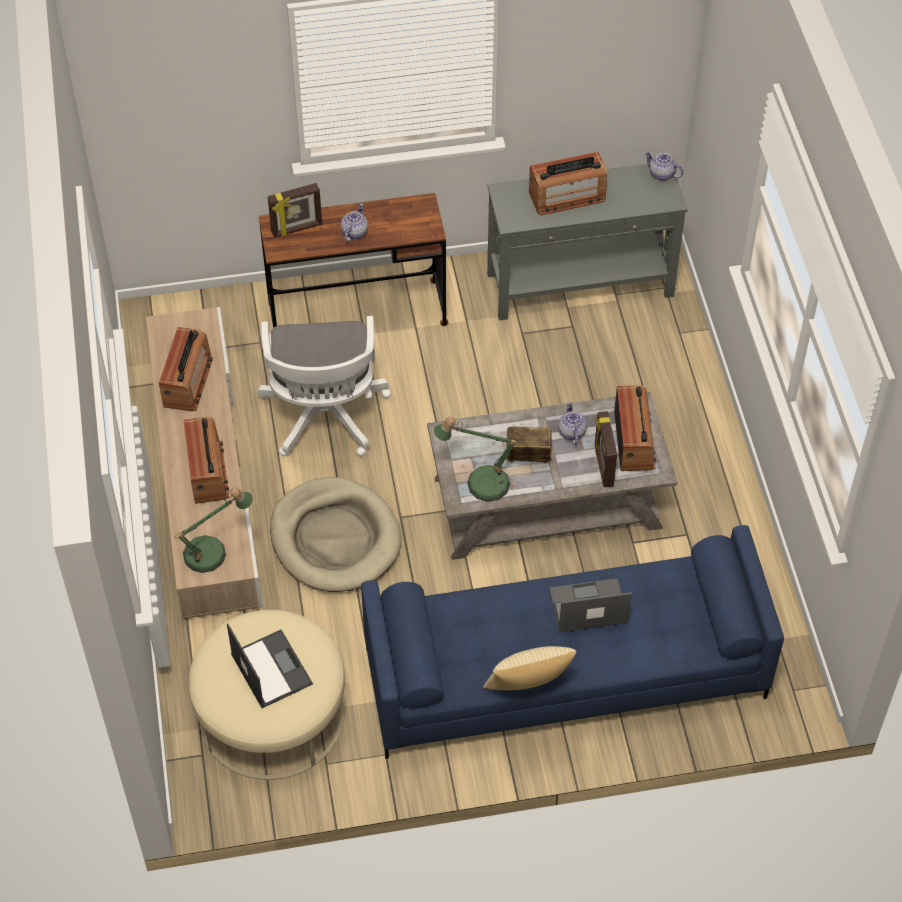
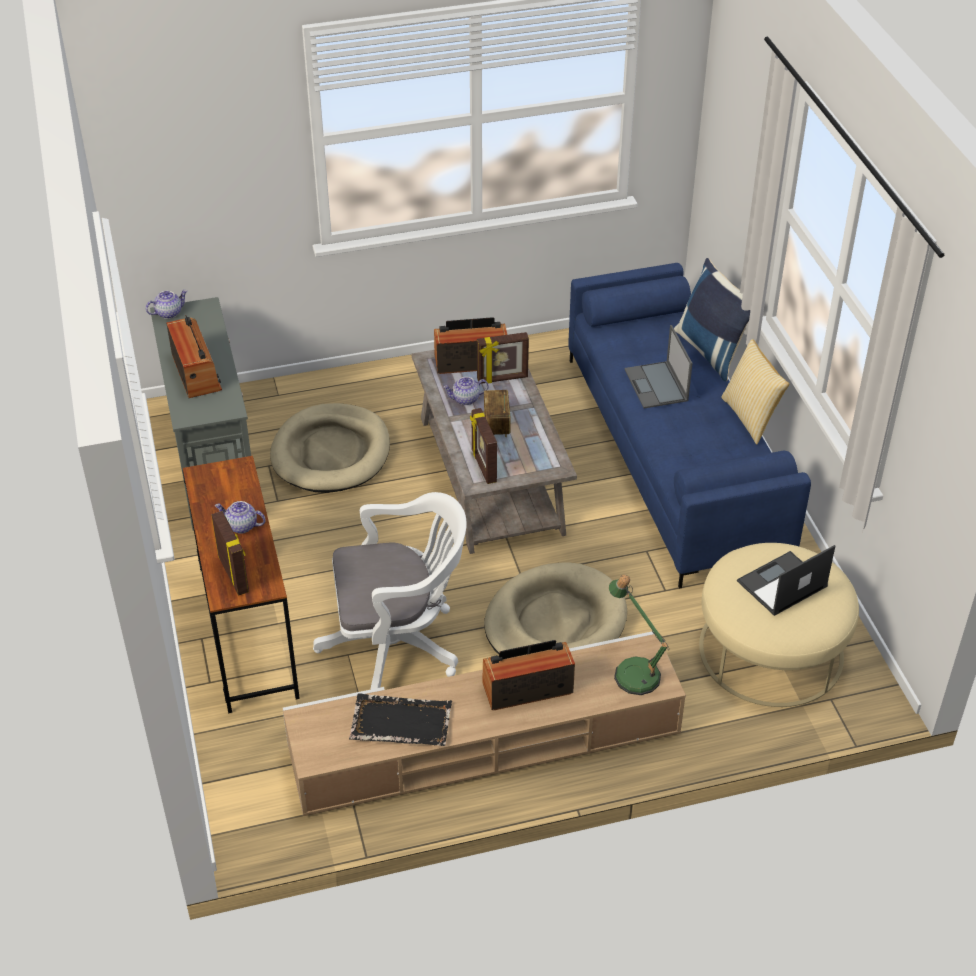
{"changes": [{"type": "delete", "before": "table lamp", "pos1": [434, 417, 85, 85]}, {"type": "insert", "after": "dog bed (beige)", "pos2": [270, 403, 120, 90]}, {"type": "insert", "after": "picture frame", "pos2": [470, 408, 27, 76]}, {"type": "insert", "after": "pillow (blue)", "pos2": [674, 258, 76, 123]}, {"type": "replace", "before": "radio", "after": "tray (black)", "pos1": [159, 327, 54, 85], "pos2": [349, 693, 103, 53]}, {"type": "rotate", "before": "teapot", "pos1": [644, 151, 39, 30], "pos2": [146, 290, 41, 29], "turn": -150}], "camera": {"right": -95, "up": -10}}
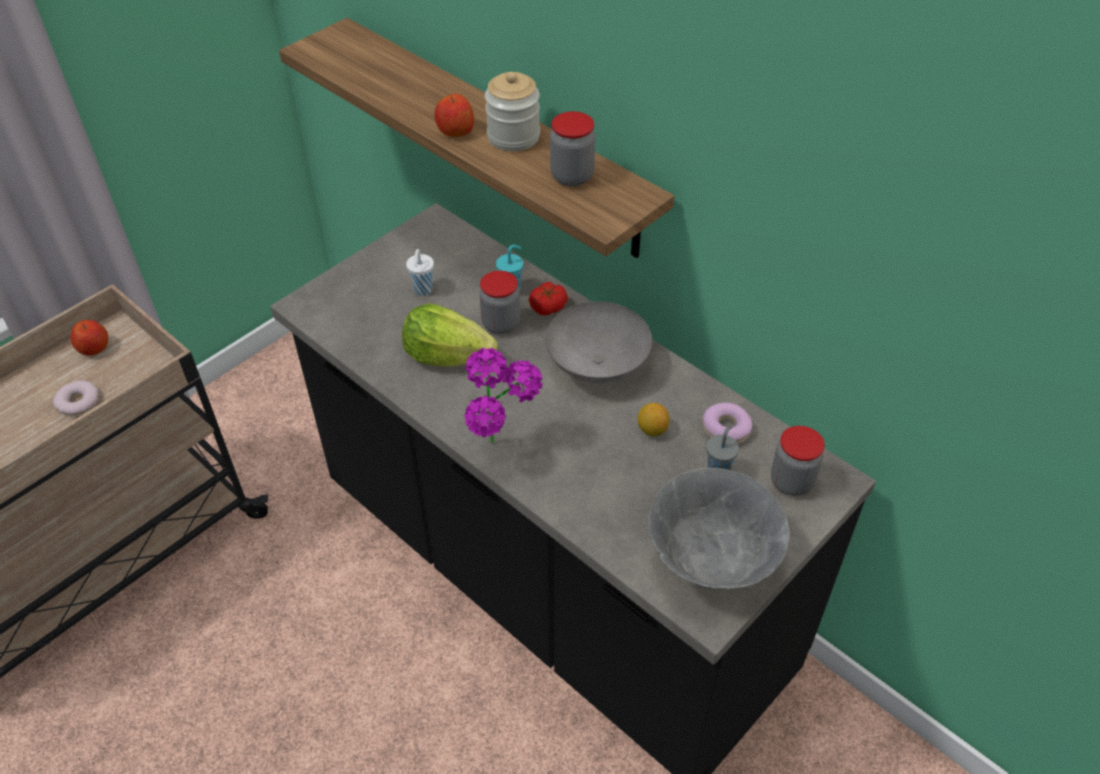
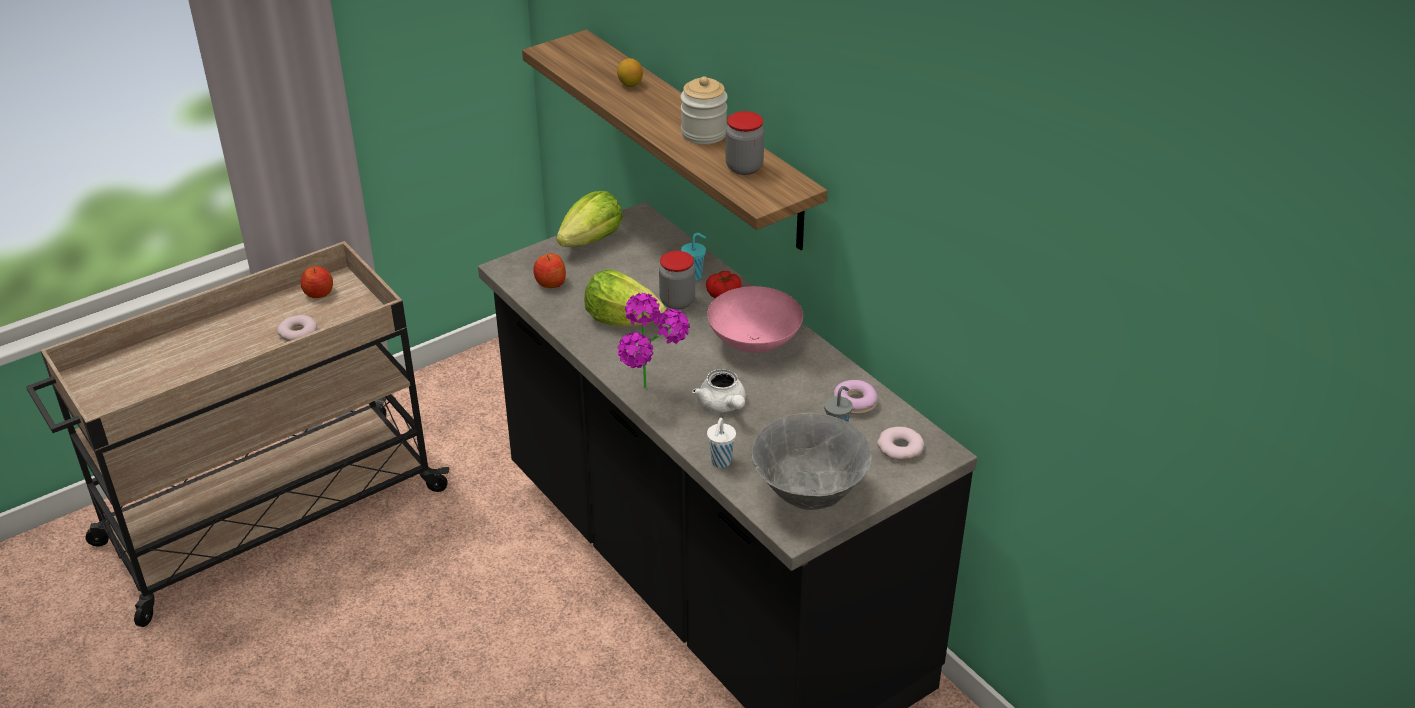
{"changes": [{"type": "insert", "after": "lettuce", "pos2": [556, 191, 67, 56]}, {"type": "insert", "after": "teapot (white)", "pos2": [692, 369, 54, 43]}, {"type": "move", "before": "cup (white)", "pos1": [406, 249, 28, 47], "pos2": [707, 418, 29, 50]}, {"type": "move", "before": "apple", "pos1": [434, 94, 40, 43], "pos2": [533, 253, 33, 35]}, {"type": "move", "before": "lemon", "pos1": [638, 403, 31, 34], "pos2": [617, 58, 26, 29]}, {"type": "replace", "before": "jar", "after": "donut", "pos1": [771, 426, 54, 70], "pos2": [877, 427, 47, 33]}, {"type": "recolor", "before": "bowl (grey)", "after": "bowl (pink)", "pos1": [546, 301, 106, 82], "pos2": [707, 286, 96, 67]}], "camera": {"right": 10, "up": -10}}
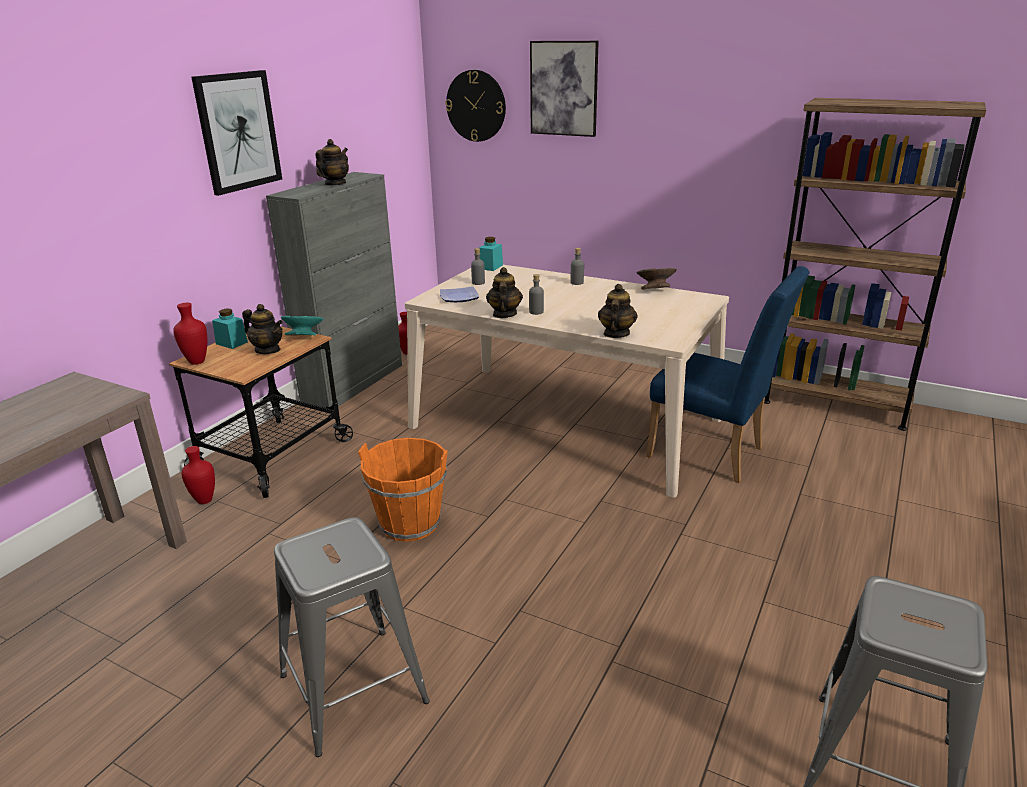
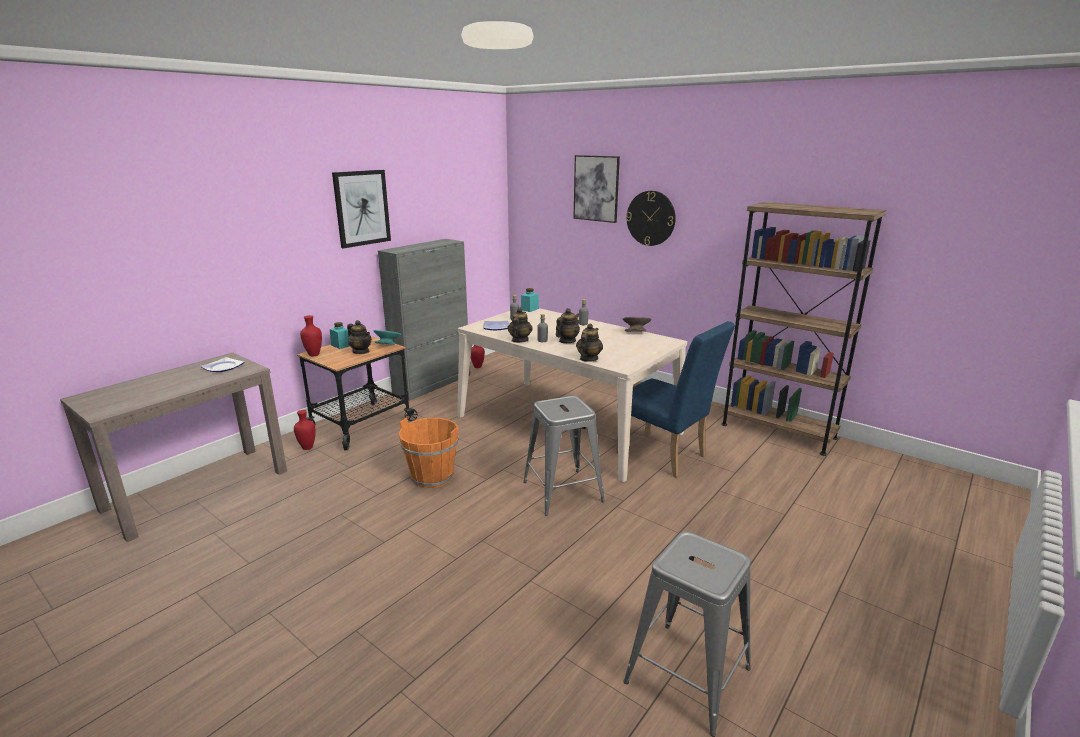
{"changes": [{"type": "insert", "after": "plate", "pos2": [200, 357, 44, 15]}, {"type": "move", "before": "stool (grey)", "pos1": [274, 517, 155, 240], "pos2": [523, 396, 82, 120]}, {"type": "move", "before": "teapot", "pos1": [315, 139, 34, 47], "pos2": [556, 308, 24, 35]}, {"type": "move", "before": "wall clock", "pos1": [445, 70, 61, 72], "pos2": [626, 191, 50, 55]}], "camera": {"right": 10, "up": -5}}
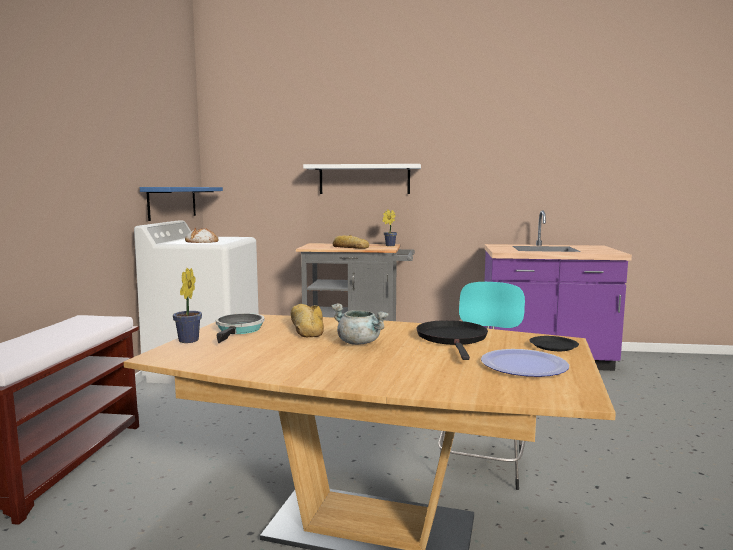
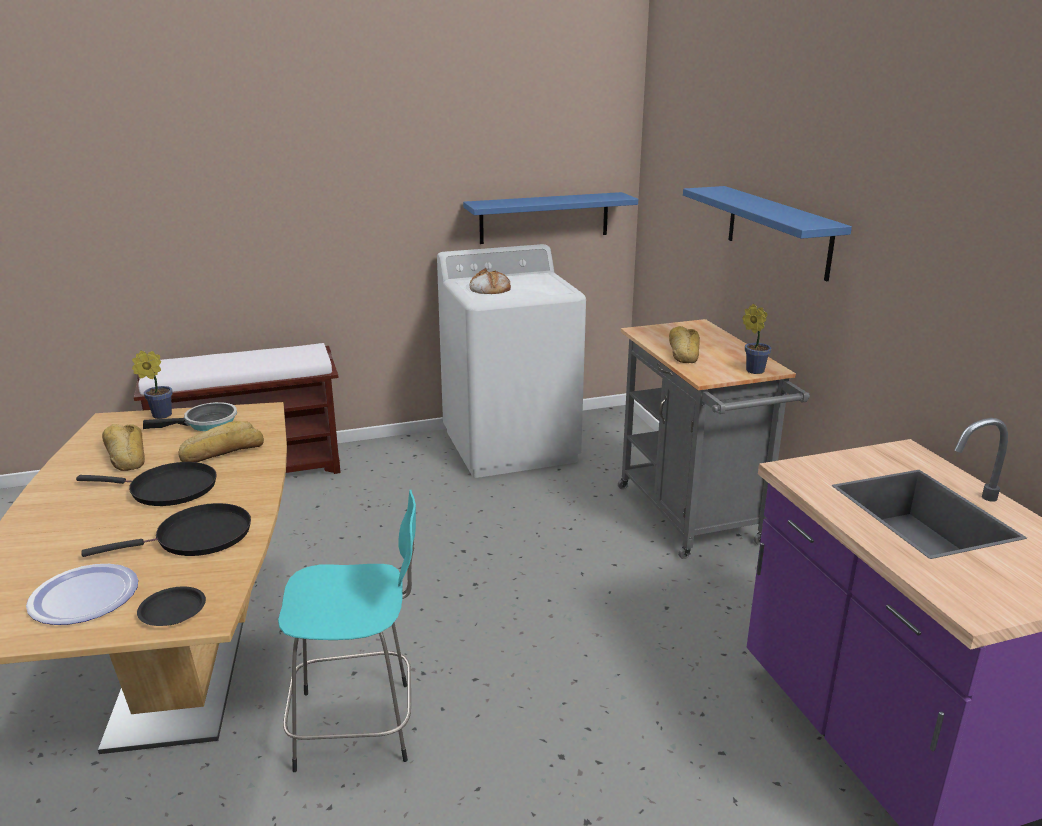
{"changes": [{"type": "insert", "after": "bread", "pos2": [102, 424, 43, 47]}, {"type": "replace", "before": "cooking pot (grey)", "after": "frying pan (black)", "pos1": [331, 303, 58, 42], "pos2": [76, 462, 140, 44]}, {"type": "recolor", "before": "shelf (white)", "after": "shelf (blue)", "pos1": [303, 164, 118, 30], "pos2": [683, 186, 169, 95]}], "camera": {"right": 65, "up": 15}}
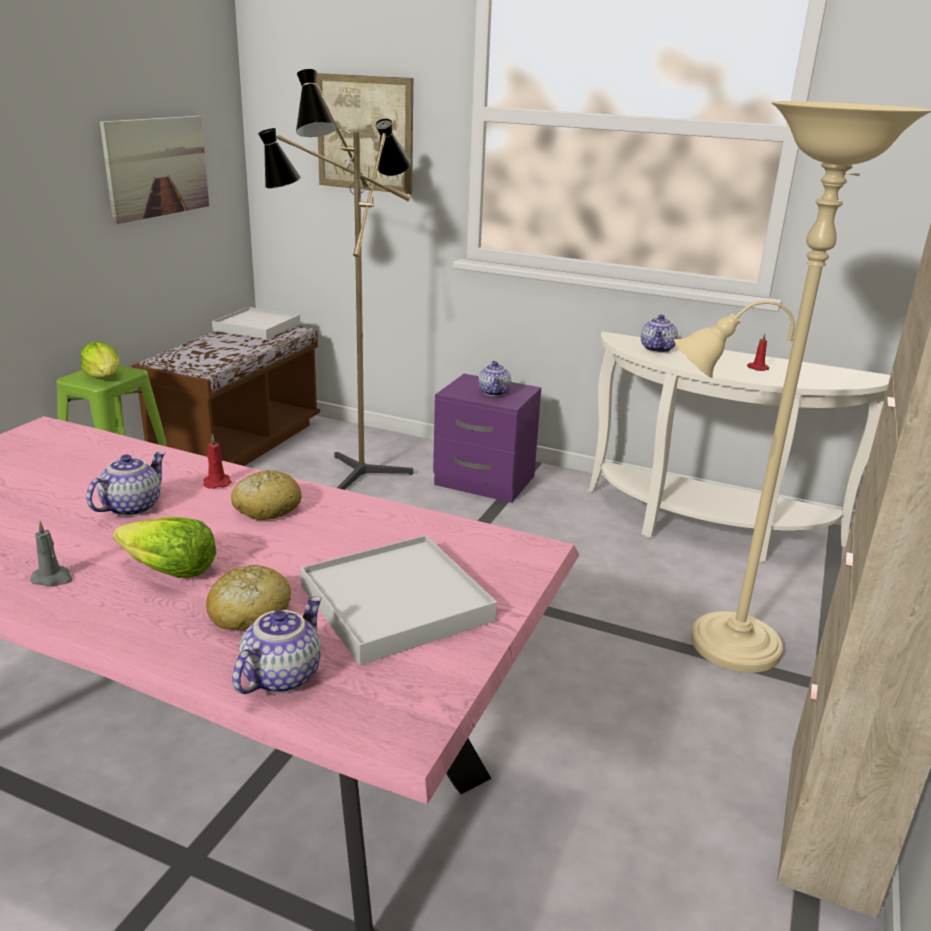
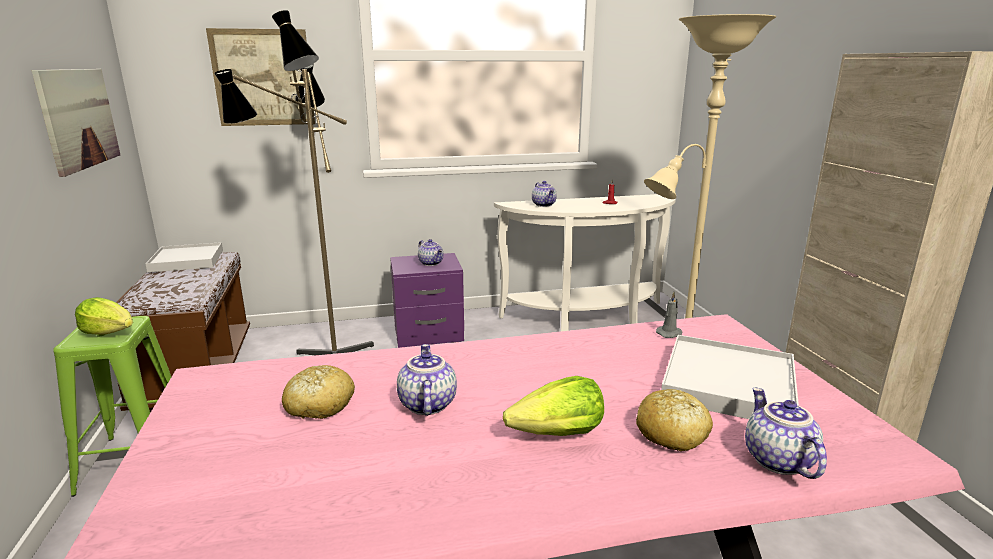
{"changes": [{"type": "delete", "before": "candle (red)", "pos1": [203, 434, 29, 55]}, {"type": "move", "before": "candle (grey)", "pos1": [30, 521, 43, 65], "pos2": [656, 292, 27, 46]}, {"type": "move", "before": "bread", "pos1": [231, 470, 71, 50], "pos2": [282, 365, 73, 54]}], "camera": {"right": -35, "up": -5}}
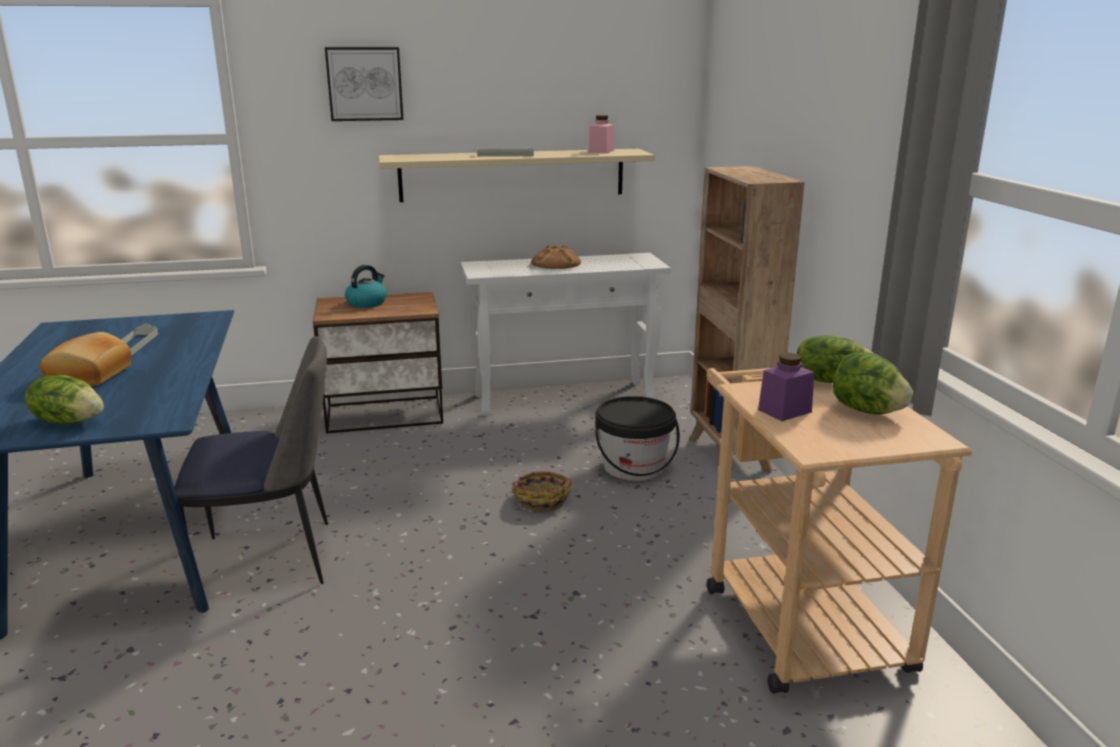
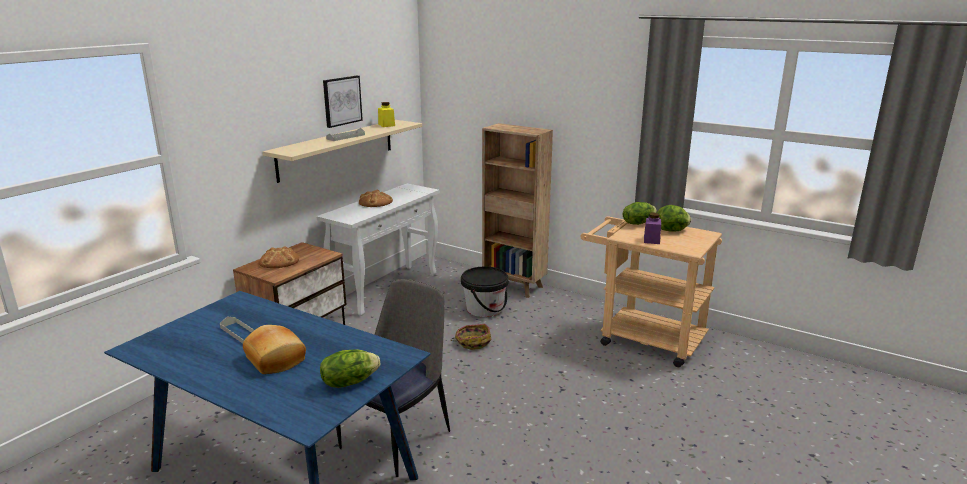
{"changes": [{"type": "move", "before": "picture", "pos1": [325, 47, 79, 74], "pos2": [323, 76, 40, 52]}, {"type": "replace", "before": "kettle", "after": "bread", "pos1": [345, 265, 42, 43], "pos2": [259, 246, 40, 22]}, {"type": "recolor", "before": "jar (pink)", "after": "jar (yellow)", "pos1": [588, 115, 26, 38], "pos2": [378, 102, 17, 25]}], "camera": {"right": -45, "up": 0}}
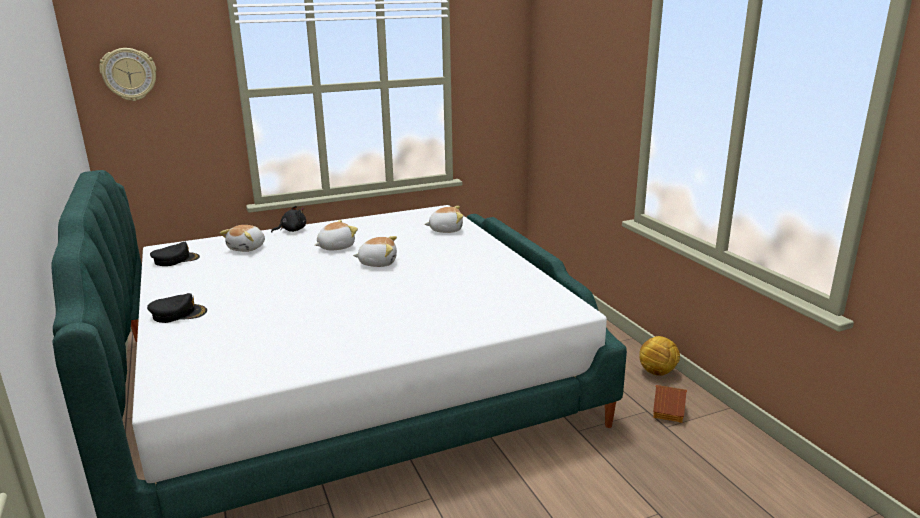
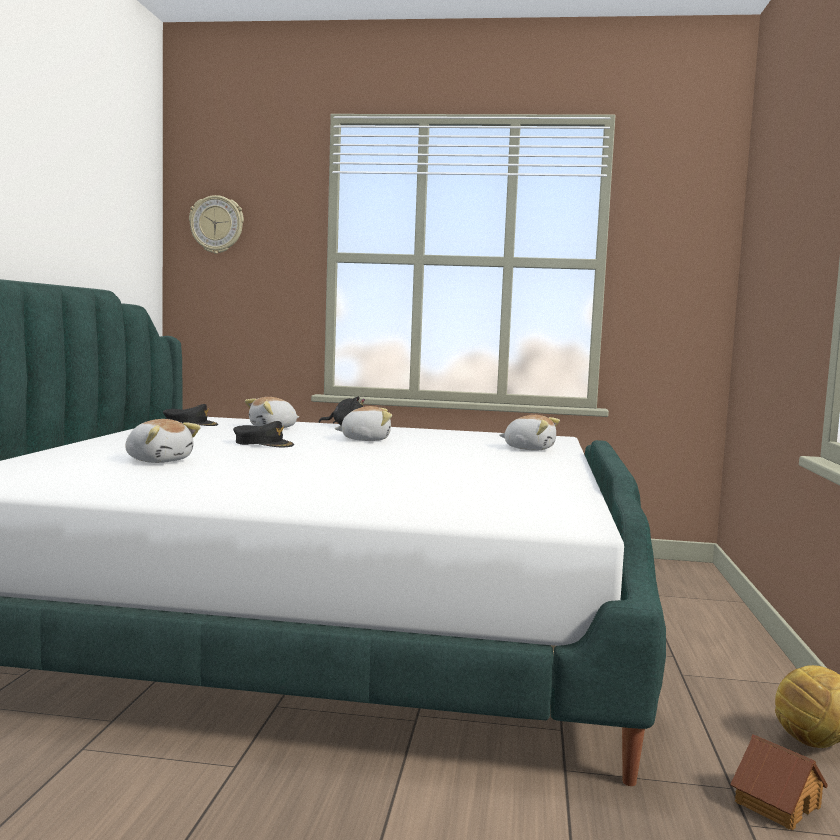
{"changes": [{"type": "move", "before": "cap (black)", "pos1": [147, 293, 60, 30], "pos2": [233, 421, 61, 26]}, {"type": "move", "before": "plush toy", "pos1": [353, 236, 44, 31], "pos2": [125, 419, 76, 44]}], "camera": {"right": 30, "up": -15}}
